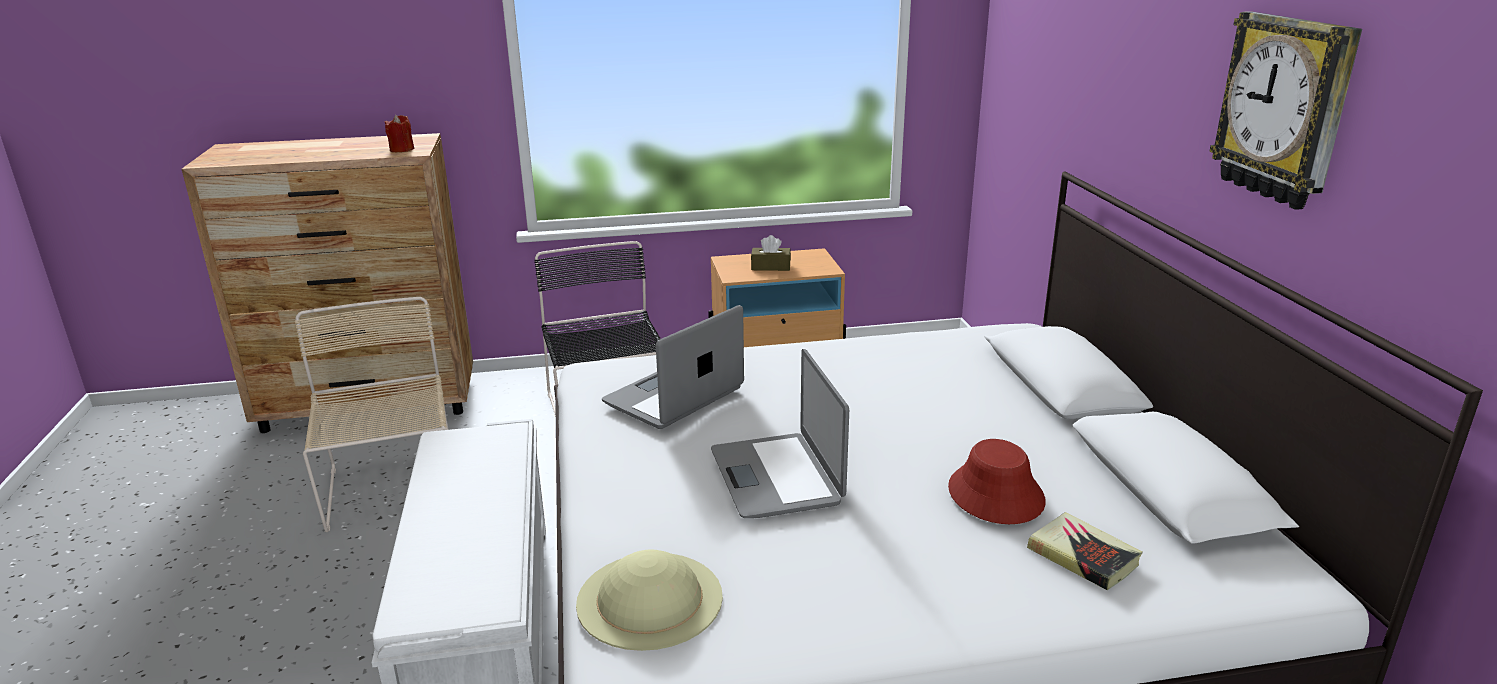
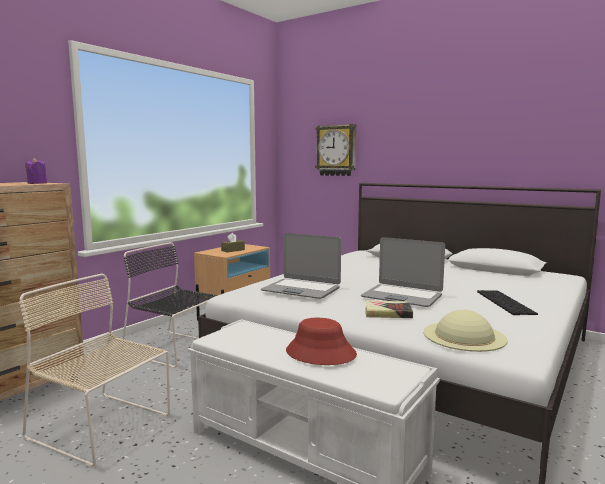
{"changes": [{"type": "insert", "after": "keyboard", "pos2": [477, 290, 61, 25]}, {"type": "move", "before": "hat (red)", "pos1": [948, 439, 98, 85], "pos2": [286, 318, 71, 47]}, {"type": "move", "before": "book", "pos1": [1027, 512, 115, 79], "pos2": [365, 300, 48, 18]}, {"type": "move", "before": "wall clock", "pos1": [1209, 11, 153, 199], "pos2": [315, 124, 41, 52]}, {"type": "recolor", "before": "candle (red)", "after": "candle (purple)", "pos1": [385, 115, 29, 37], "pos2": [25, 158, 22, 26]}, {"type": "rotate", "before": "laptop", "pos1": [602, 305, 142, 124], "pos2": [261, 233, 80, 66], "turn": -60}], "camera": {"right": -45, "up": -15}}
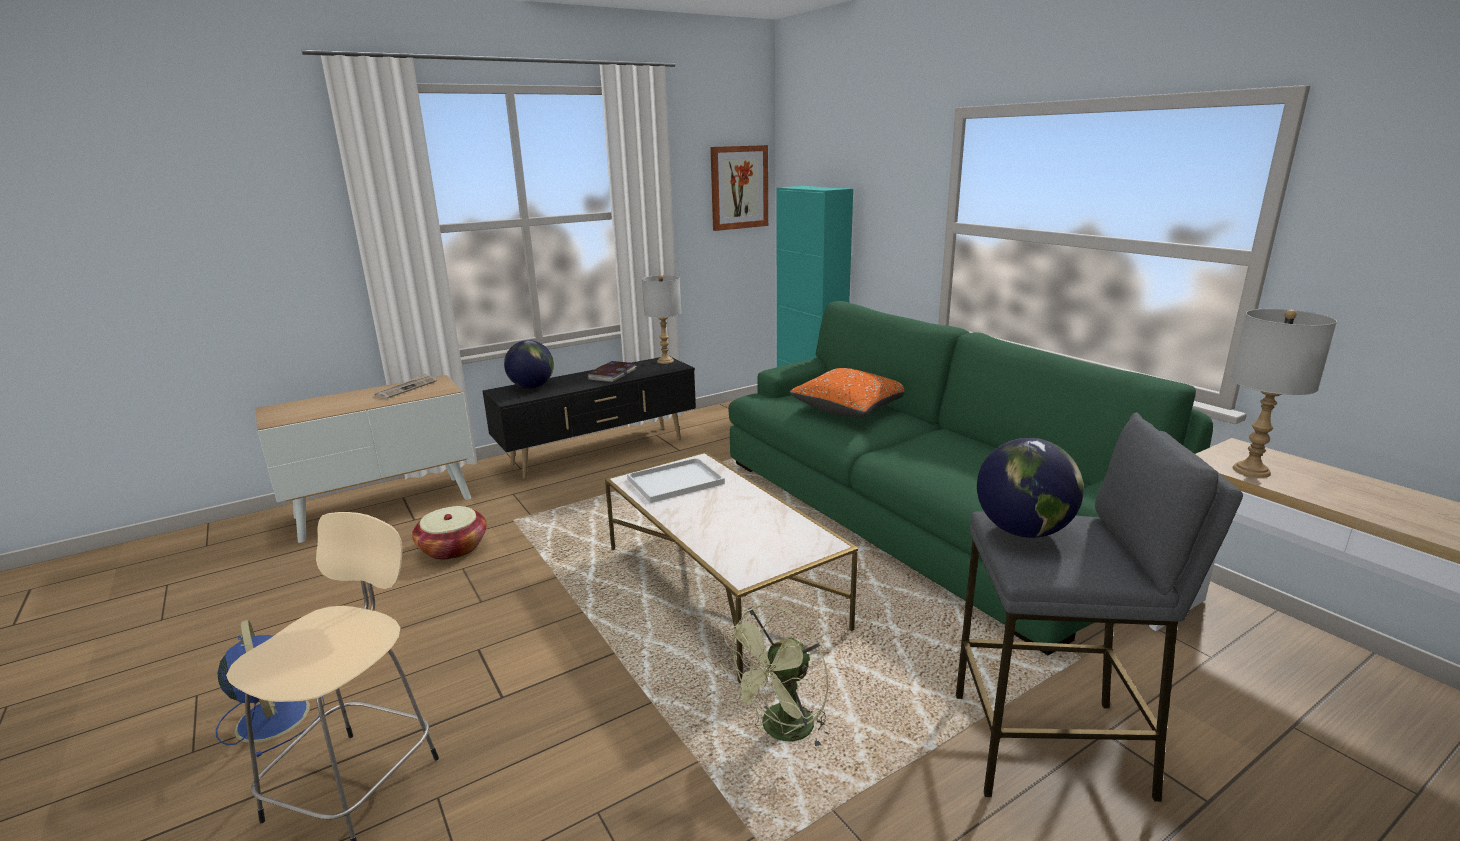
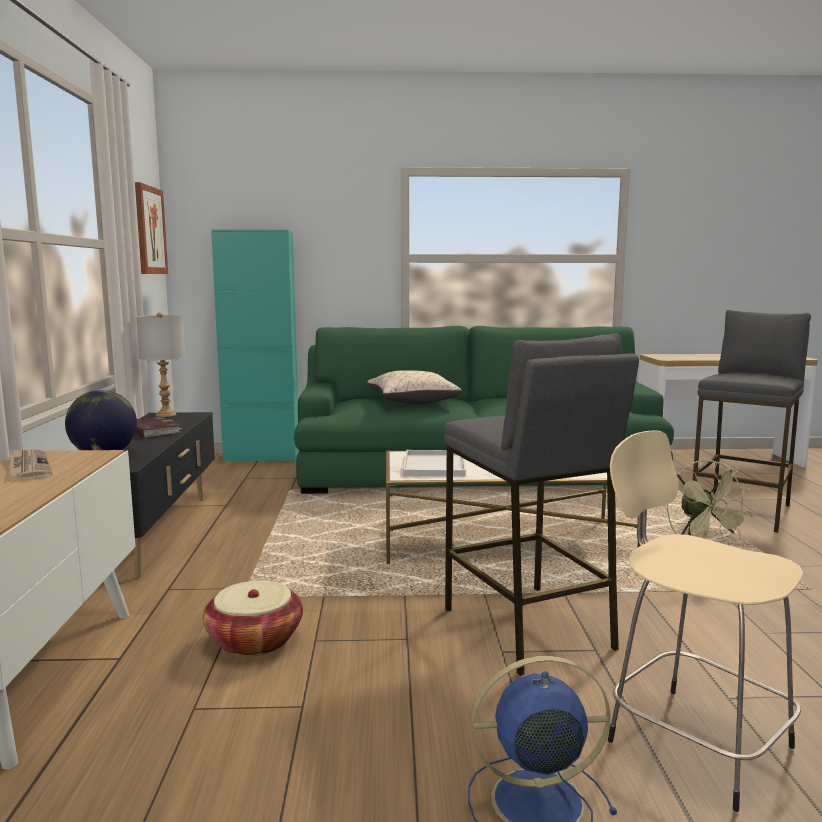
{"changes": [{"type": "delete", "before": "globe", "pos1": [977, 438, 107, 100]}, {"type": "delete", "before": "table lamp (grey)", "pos1": [1231, 309, 106, 169]}, {"type": "insert", "after": "stool (grey)", "pos2": [444, 333, 195, 343]}, {"type": "recolor", "before": "pillow (orange)", "after": "pillow (beige)", "pos1": [790, 368, 114, 49], "pos2": [367, 370, 95, 34]}], "camera": {"right": -60, "up": -10}}
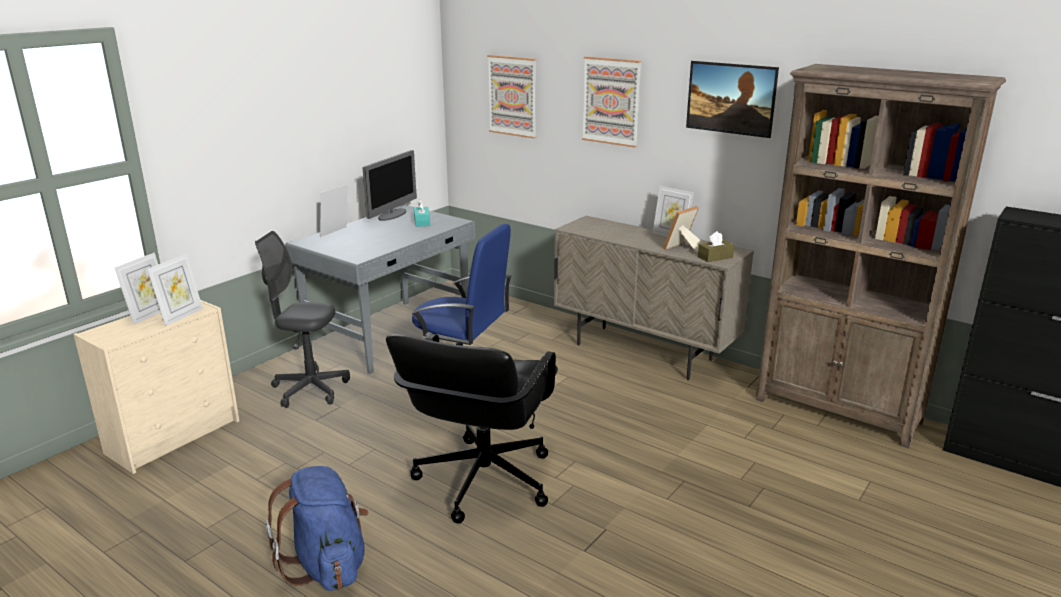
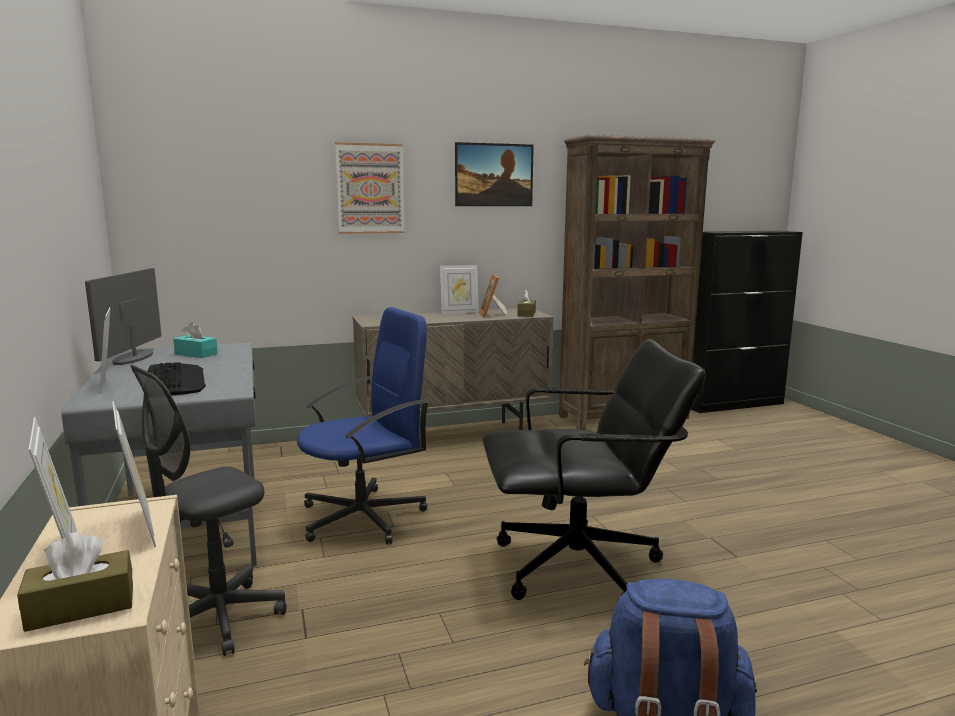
{"changes": [{"type": "delete", "before": "picture", "pos1": [487, 55, 49, 84]}, {"type": "insert", "after": "tissue box (brown)", "pos2": [17, 532, 116, 100]}, {"type": "insert", "after": "keyboard", "pos2": [147, 362, 59, 33]}, {"type": "rotate", "before": "monitor", "pos1": [362, 150, 55, 71], "pos2": [85, 268, 76, 97], "turn": -150}, {"type": "rotate", "before": "office chair (black)", "pos1": [386, 334, 172, 189], "pos2": [483, 339, 223, 261], "turn": -60}], "camera": {"right": -55, "up": -10}}
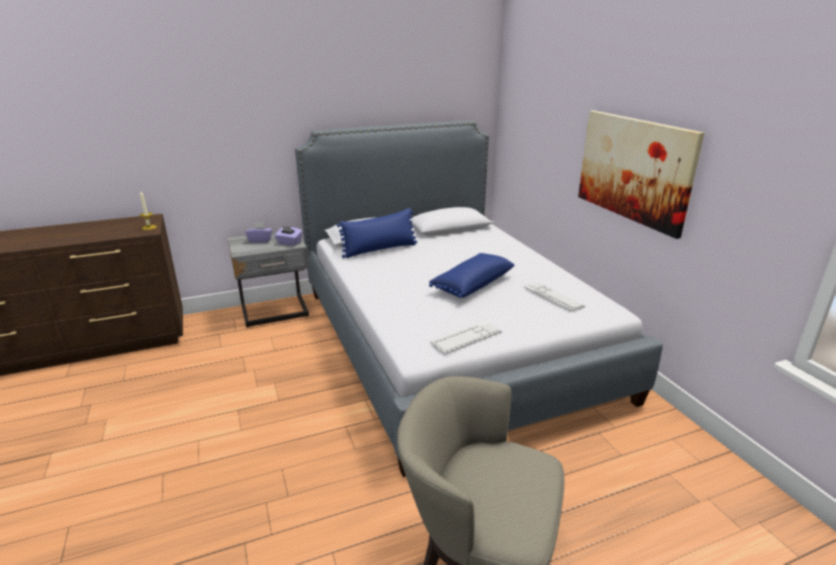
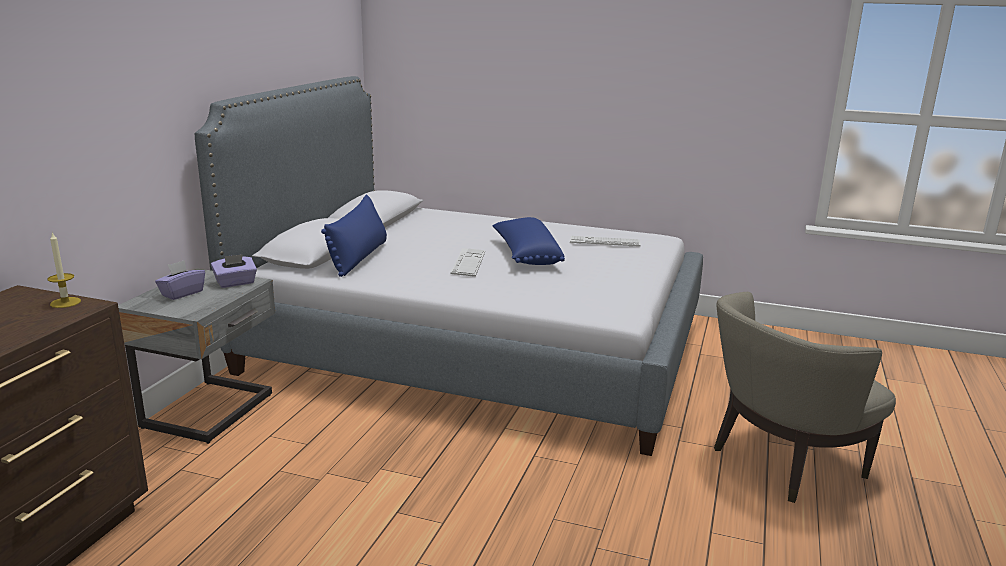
{"changes": [{"type": "delete", "before": "picture", "pos1": [578, 110, 126, 129]}, {"type": "move", "before": "keyboard", "pos1": [430, 321, 72, 34], "pos2": [451, 248, 34, 29]}], "camera": {"right": -50, "up": -5}}
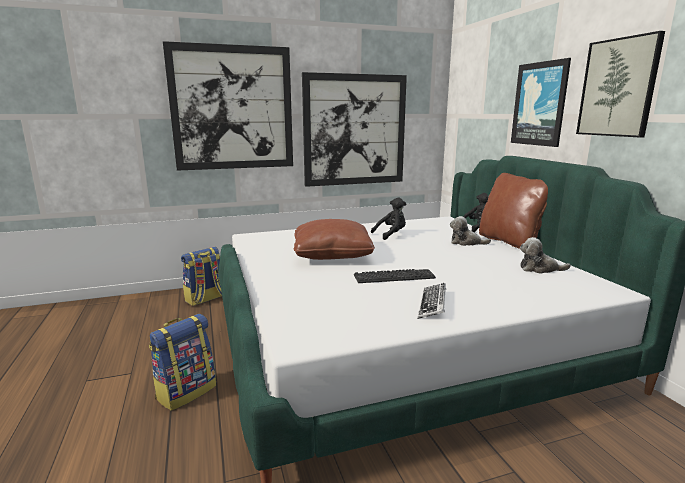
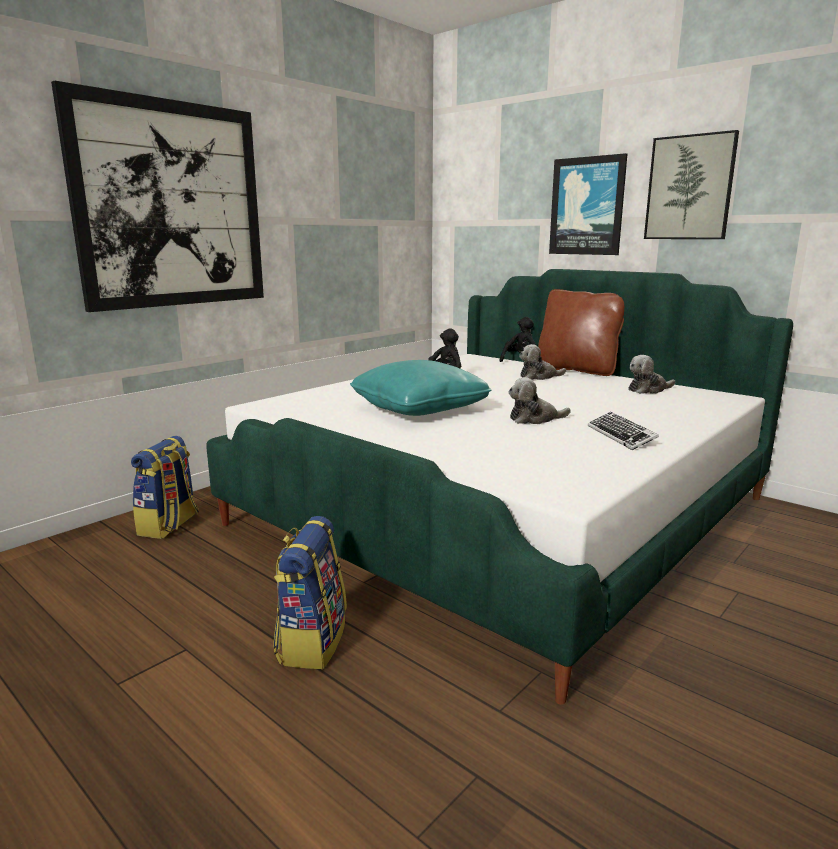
{"changes": [{"type": "delete", "before": "picture", "pos1": [302, 72, 105, 115]}, {"type": "replace", "before": "keyboard", "after": "plush toy", "pos1": [354, 269, 82, 14], "pos2": [508, 377, 63, 47]}, {"type": "recolor", "before": "pillow (brown)", "after": "pillow (turquoise)", "pos1": [294, 219, 81, 41], "pos2": [350, 360, 141, 56]}], "camera": {"right": -30, "up": 0}}
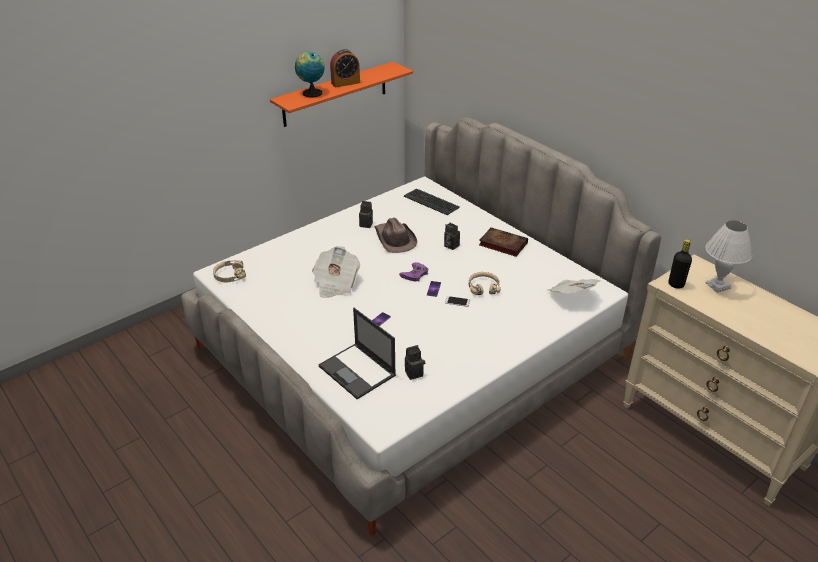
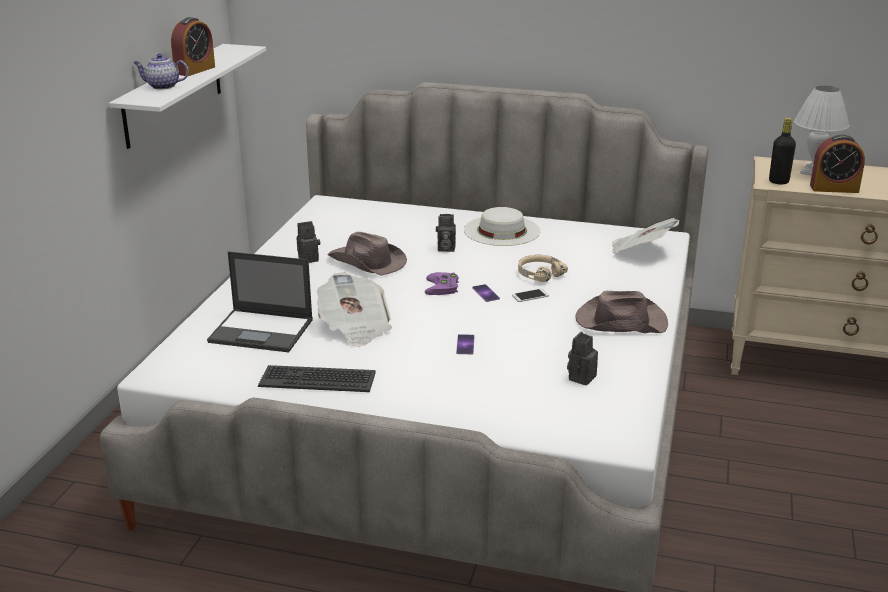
{"changes": [{"type": "delete", "before": "headphones (beige)", "pos1": [213, 260, 33, 22]}, {"type": "insert", "after": "hat (brown)", "pos2": [575, 291, 93, 42]}, {"type": "insert", "after": "alarm clock", "pos2": [810, 135, 55, 58]}, {"type": "move", "before": "laptop", "pos1": [318, 308, 78, 91], "pos2": [207, 251, 106, 101]}, {"type": "move", "before": "keyboard", "pos1": [404, 188, 56, 27], "pos2": [258, 365, 118, 27]}, {"type": "replace", "before": "globe", "after": "teapot", "pos1": [295, 52, 30, 46], "pos2": [133, 54, 56, 35]}, {"type": "replace", "before": "book", "after": "hat (white)", "pos1": [479, 227, 49, 30], "pos2": [464, 207, 76, 39]}, {"type": "recolor", "before": "shelf (orange)", "after": "shelf (white)", "pos1": [270, 62, 143, 65], "pos2": [109, 44, 157, 105]}], "camera": {"right": -35, "up": -10}}
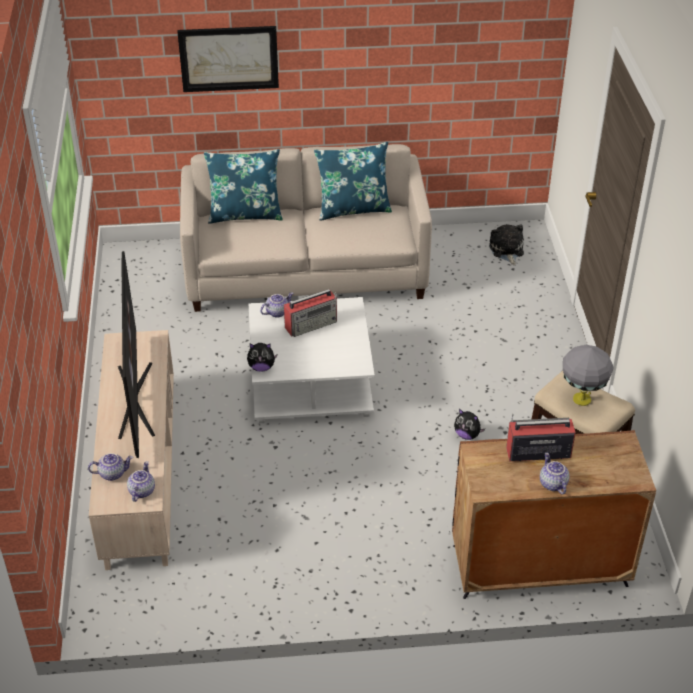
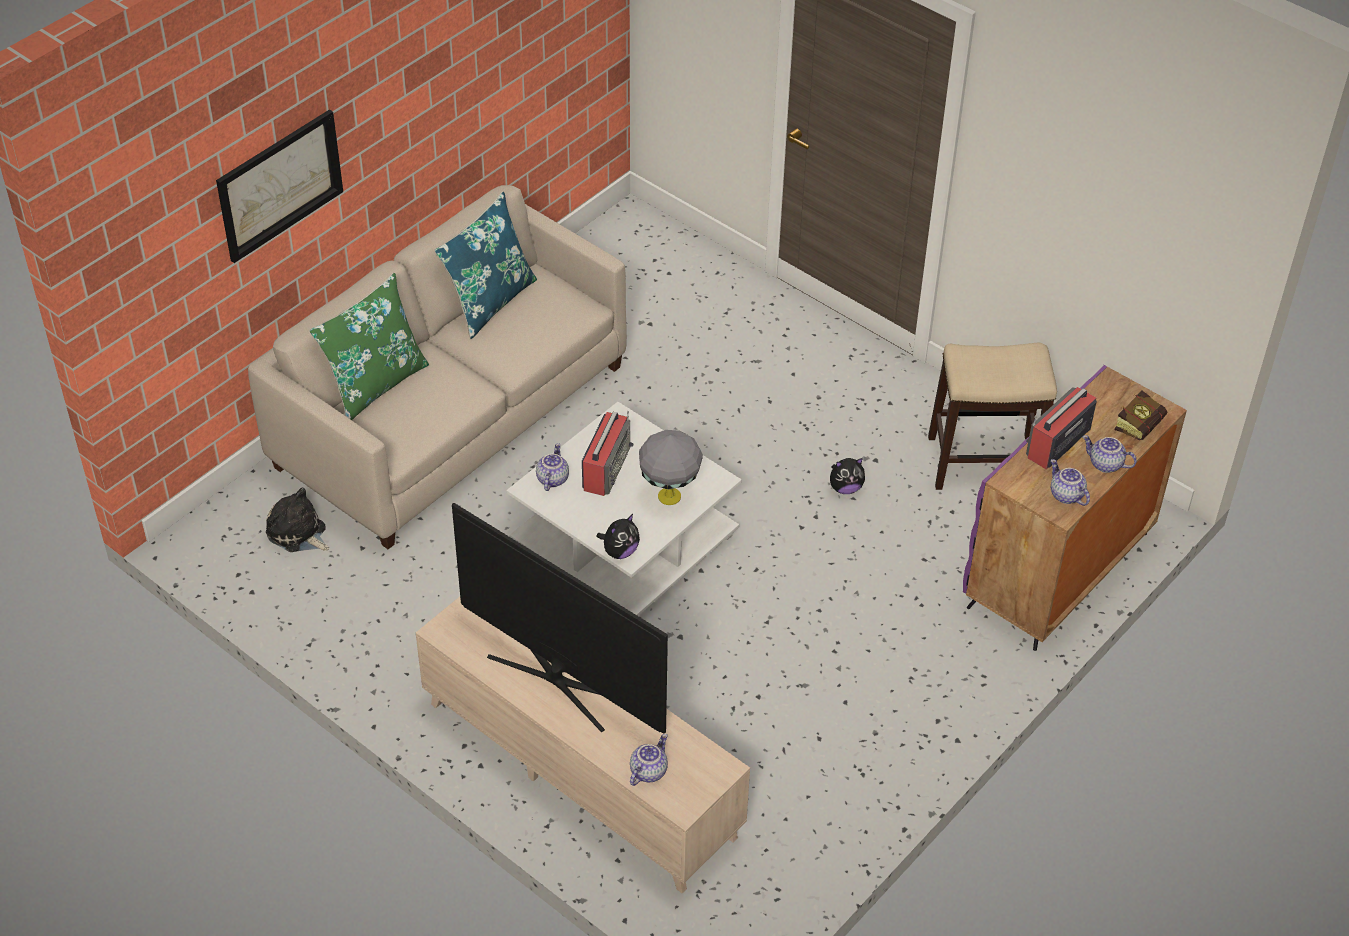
{"changes": [{"type": "insert", "after": "book", "pos2": [1115, 391, 52, 49]}, {"type": "move", "before": "teapot", "pos1": [127, 461, 28, 41], "pos2": [1051, 459, 39, 47]}, {"type": "move", "before": "plush toy", "pos1": [489, 224, 35, 41], "pos2": [266, 488, 64, 64]}, {"type": "move", "before": "table lamp (grey)", "pos1": [563, 345, 51, 61], "pos2": [639, 430, 64, 75]}, {"type": "recolor", "before": "pillow (blue)", "after": "pillow (green)", "pos1": [204, 149, 79, 75], "pos2": [309, 273, 120, 147]}, {"type": "recolor", "before": "cabinet (brown)", "after": "cabinet (purple)", "pos1": [452, 430, 204, 169], "pos2": [963, 364, 224, 287]}], "camera": {"right": -45, "up": 5}}
